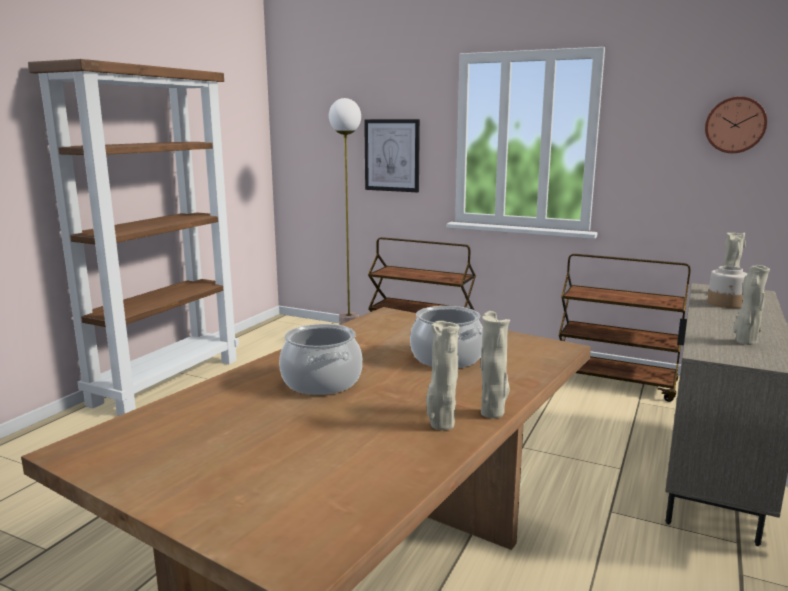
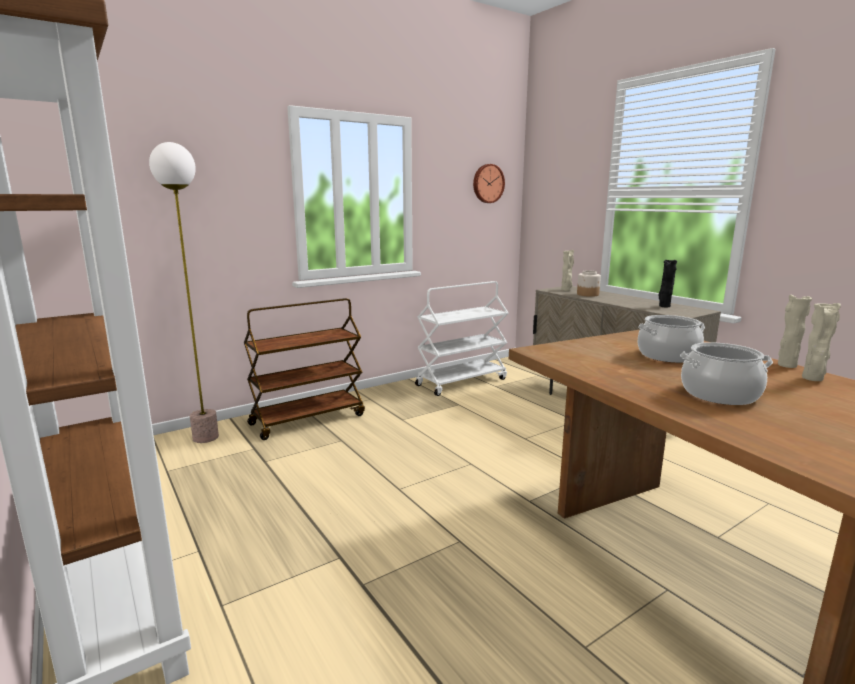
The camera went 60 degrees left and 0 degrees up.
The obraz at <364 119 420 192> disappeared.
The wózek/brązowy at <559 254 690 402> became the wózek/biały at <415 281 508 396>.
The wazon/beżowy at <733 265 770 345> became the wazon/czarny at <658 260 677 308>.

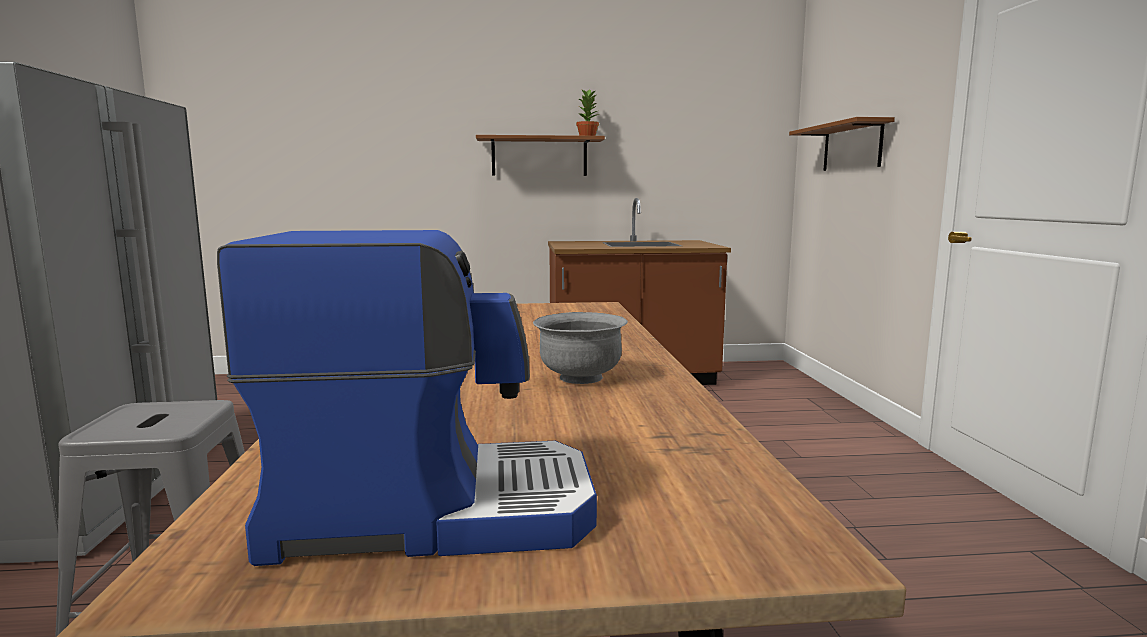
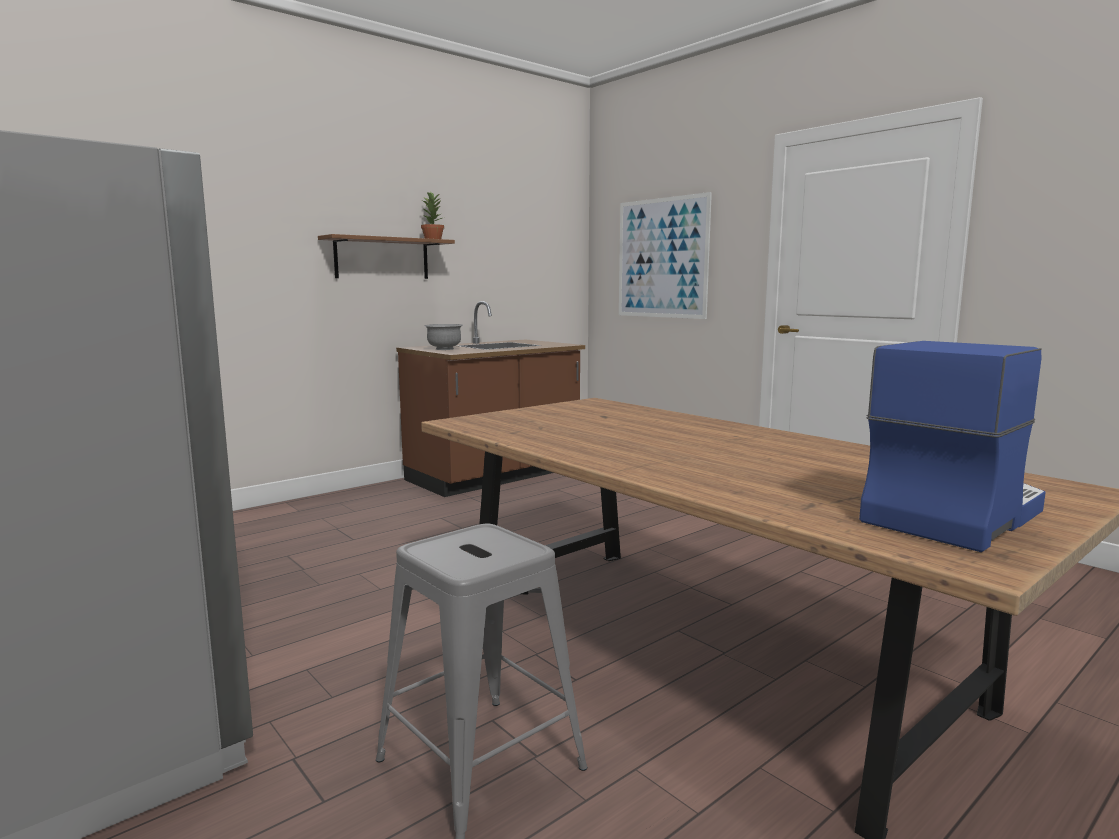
The camera went 35 degrees left and 0 degrees up.
The miska/szary moved from <533 312 628 384> to <425 324 463 350>.
The półka/brązowy at <789 117 895 171> was replaced by the obraz at <619 192 712 319>.

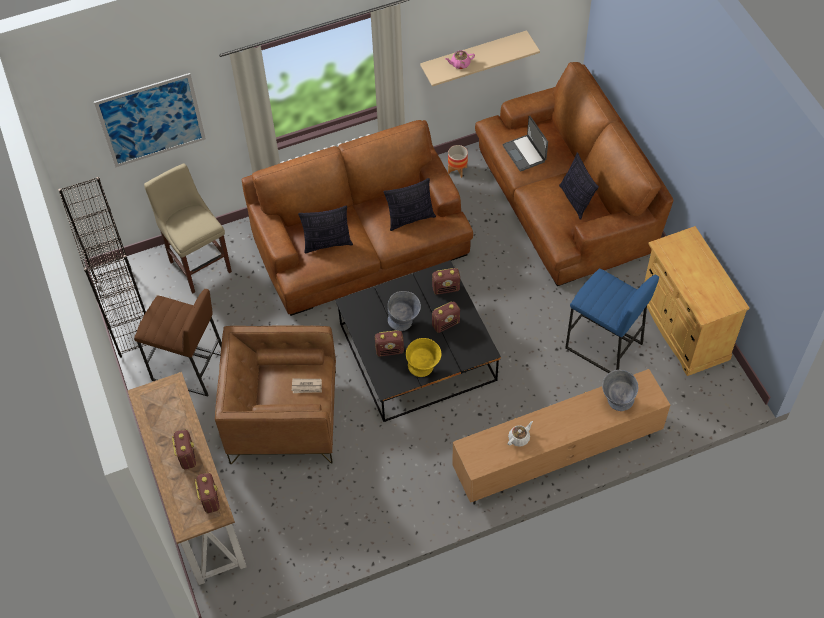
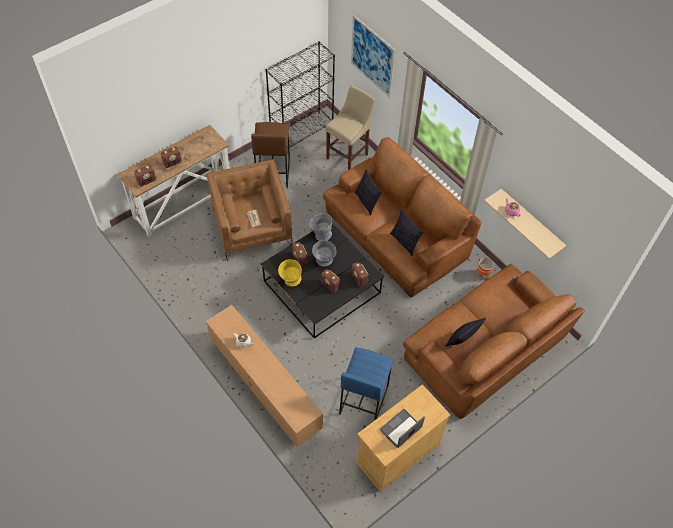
The camera went 70 degrees right and 0 degrees up.
The laptop moved from <502 116 548 172> to <380 409 425 448>.
The miska/szary moved from <602 370 638 411> to <309 214 332 241>.

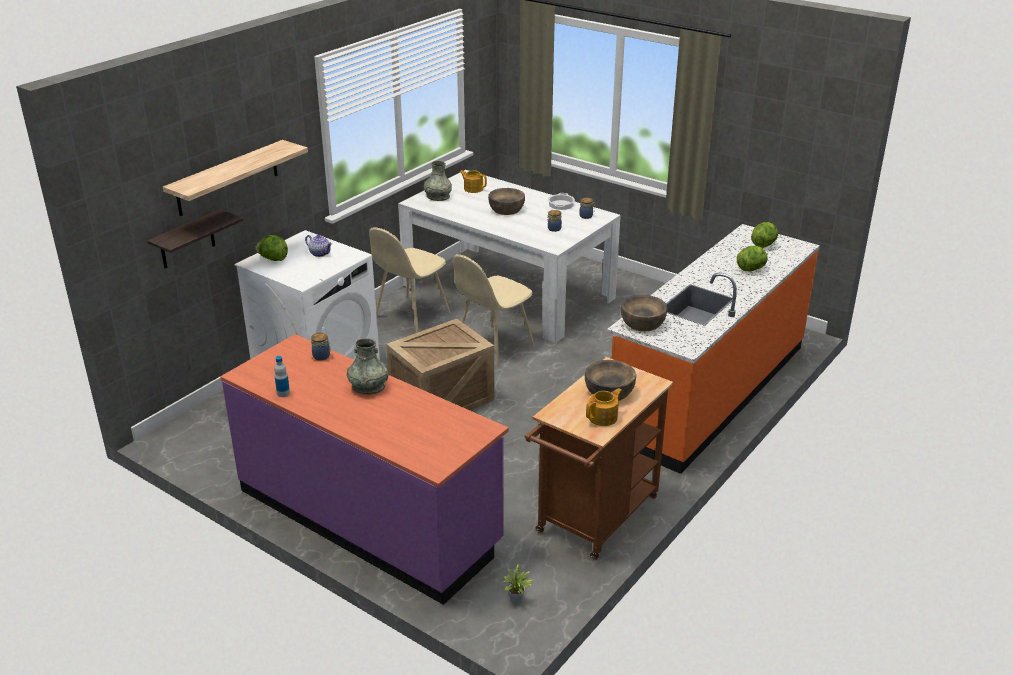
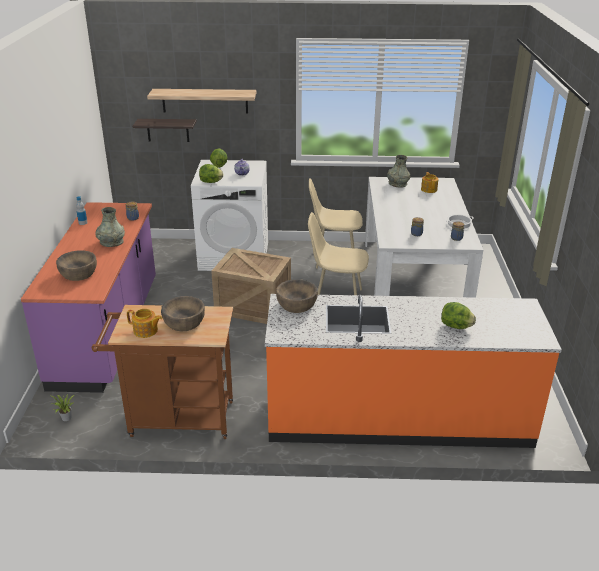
The camera went 55 degrees right and 0 degrees up.
The miska/brązowy moved from <488 188 525 215> to <56 250 97 281>.
The sałata moved from <751 222 778 248> to <199 164 224 183>.

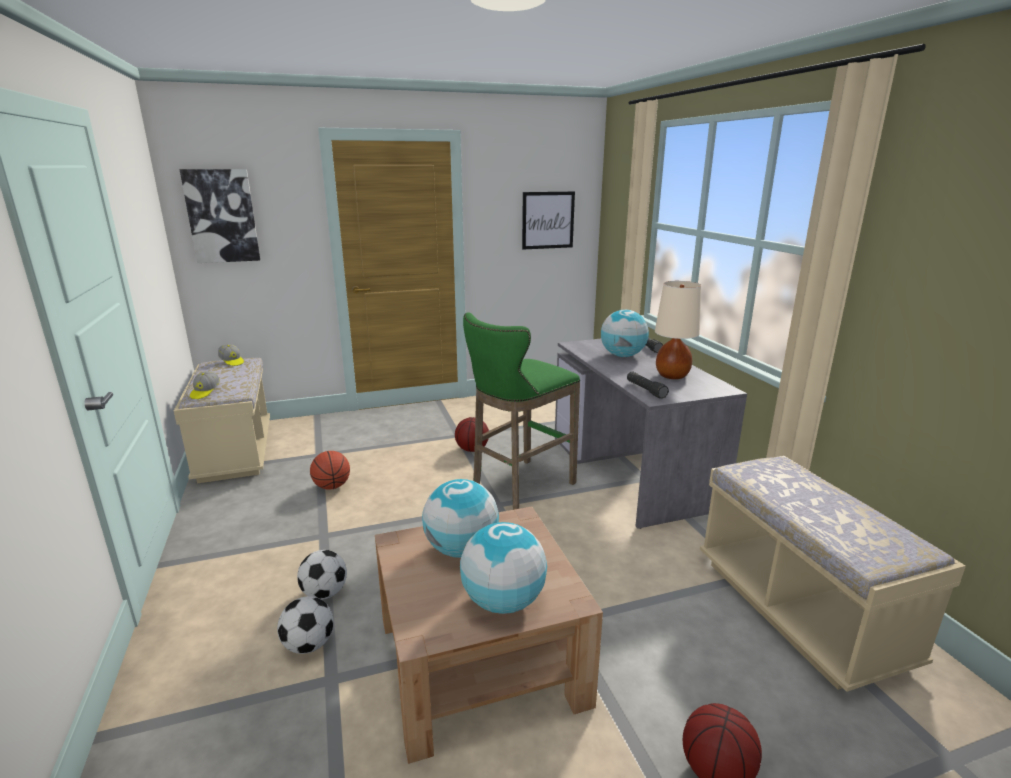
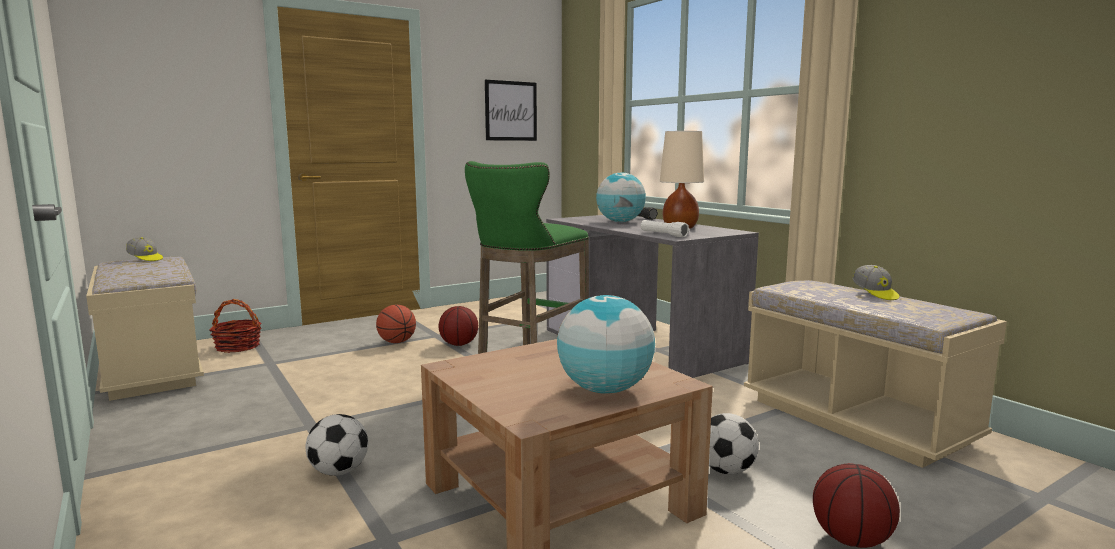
The camera went 15 degrees left and 10 degrees down.
The obraz at <179 169 260 263> disappeared.
The czapka z daszkiem moved from <190 371 220 399> to <853 265 900 300>.
The piłka futbolowa moved from <277 596 334 654> to <709 413 759 474>.
The piłka do koszykówki moved from <310 451 350 490> to <376 305 416 343>.
The globus at <422 479 499 558> disappeared.
The latarka/czarny at <627 372 669 398> became the latarka/biały at <640 220 689 237>.
The koszyk at <210 299 261 353> appeared.

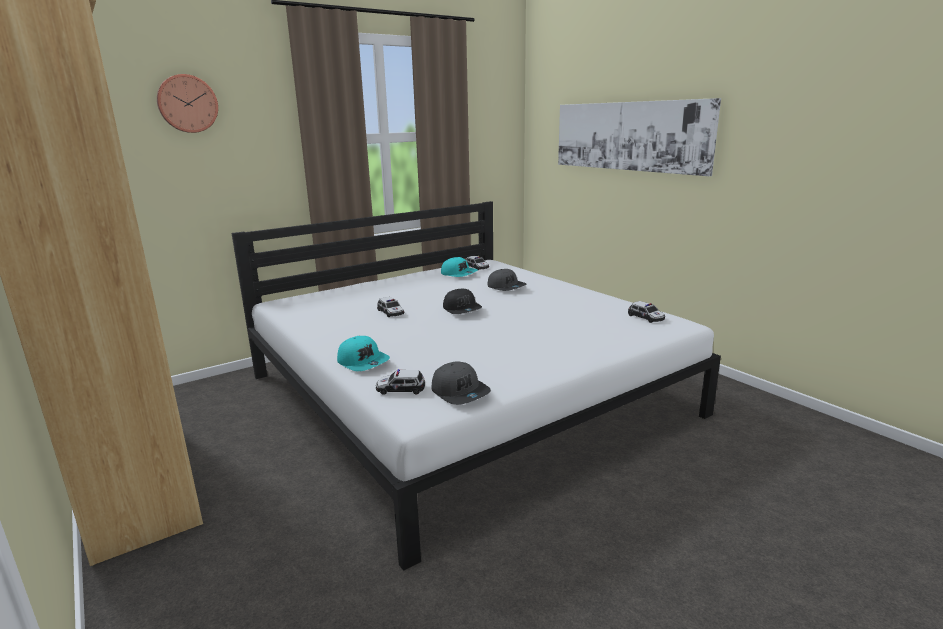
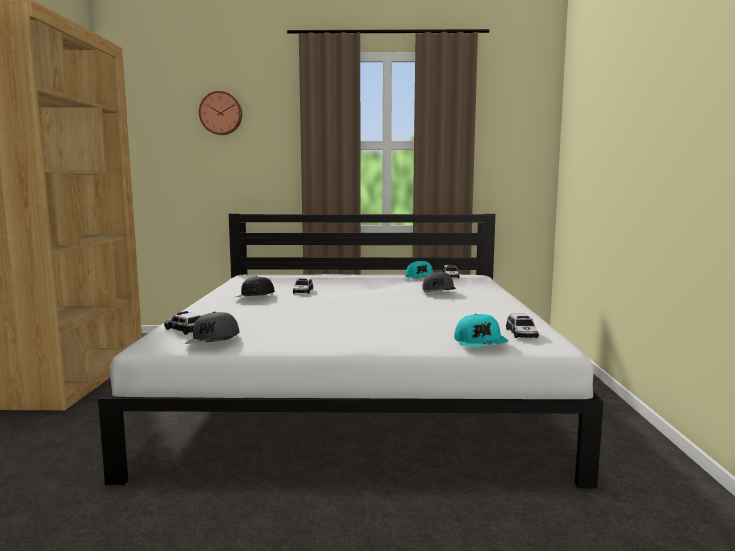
The camera went 35 degrees right and 10 degrees down.
The czapka z daszkiem/turkusowy moved from <337 336 390 371> to <454 313 508 347>.
The czapka z daszkiem/czarny moved from <443 289 482 314> to <236 276 275 297>.
The obraz at <558 98 721 176> disappeared.

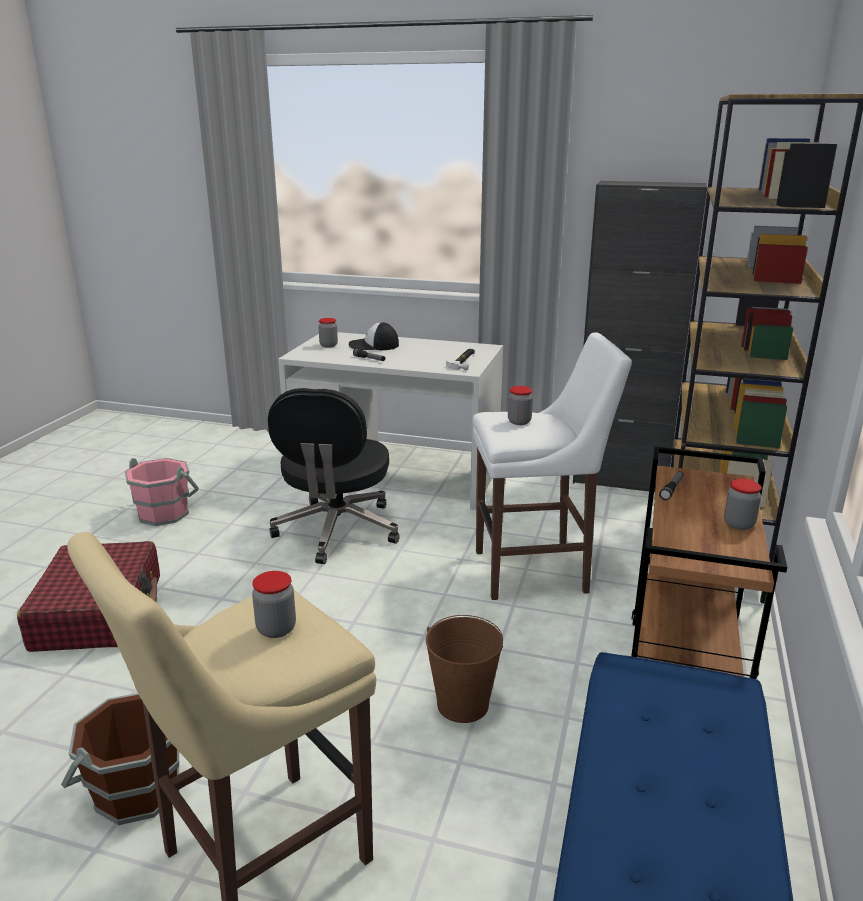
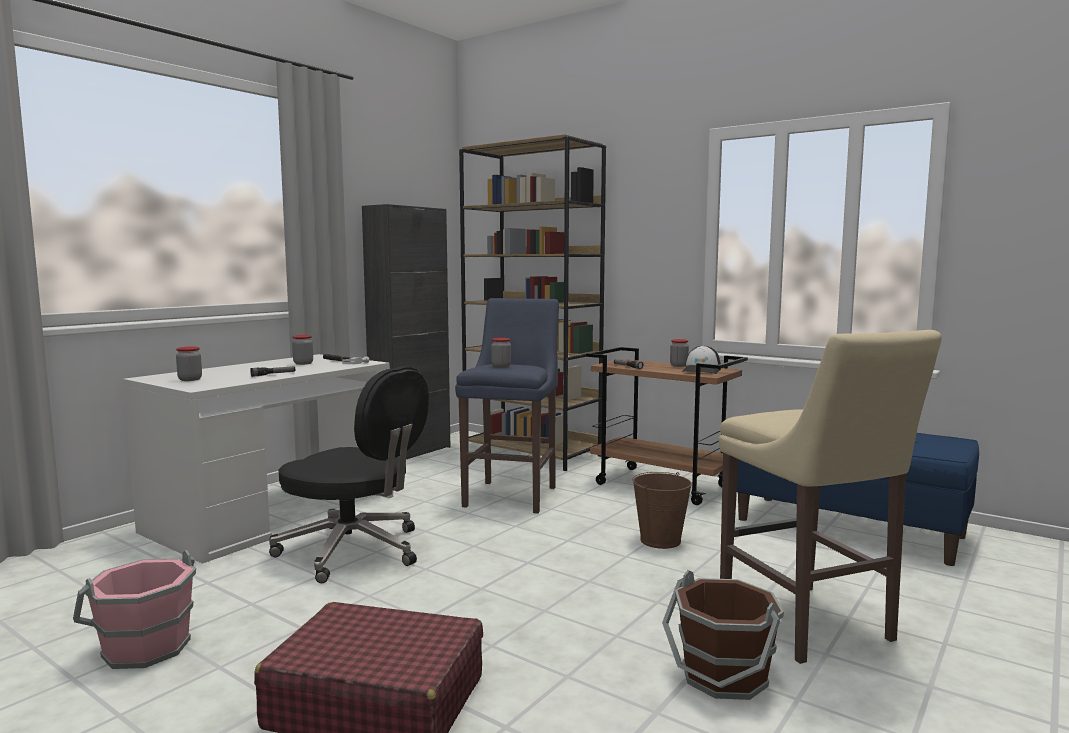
The camera went 70 degrees left and 15 degrees down.
The słoik moved from <252 571 296 638> to <292 335 313 365>.
The czapka z daszkiem moved from <349 322 399 350> to <682 345 721 374>.
The stołek/biały at <473 332 632 600> became the stołek/niebieski at <455 298 559 513>.

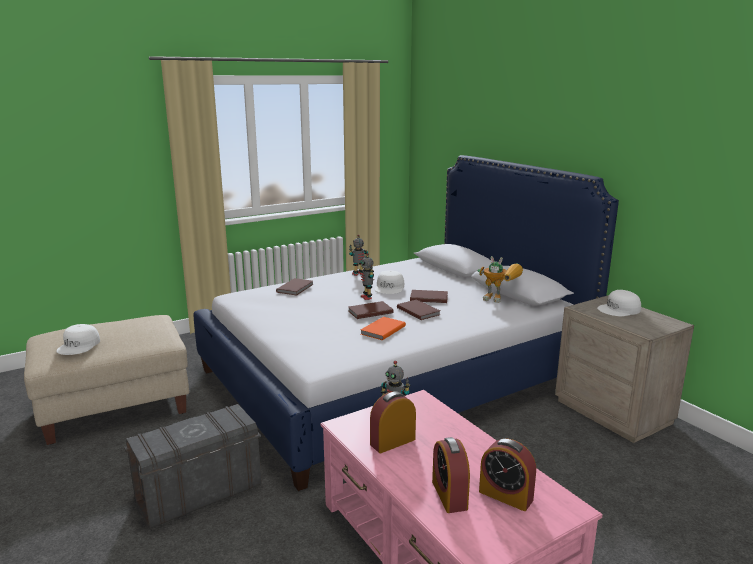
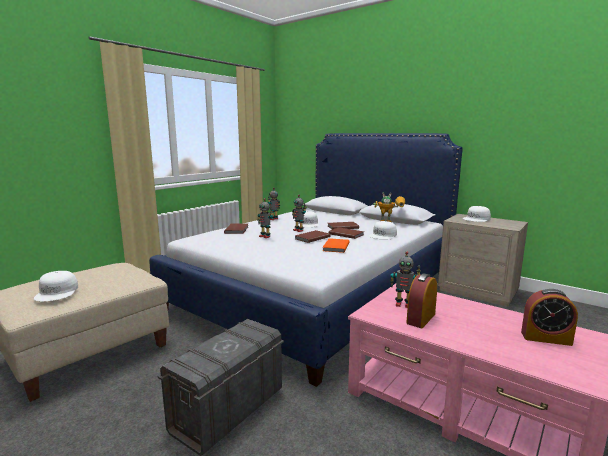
The camera went 20 degrees left and 5 degrees down.
The budzik at <432 437 470 513> disappeared.
The robot zabawkowy at <257 198 273 238> appeared.
The czapka z daszkiem/biały at <369 221 397 240> appeared.

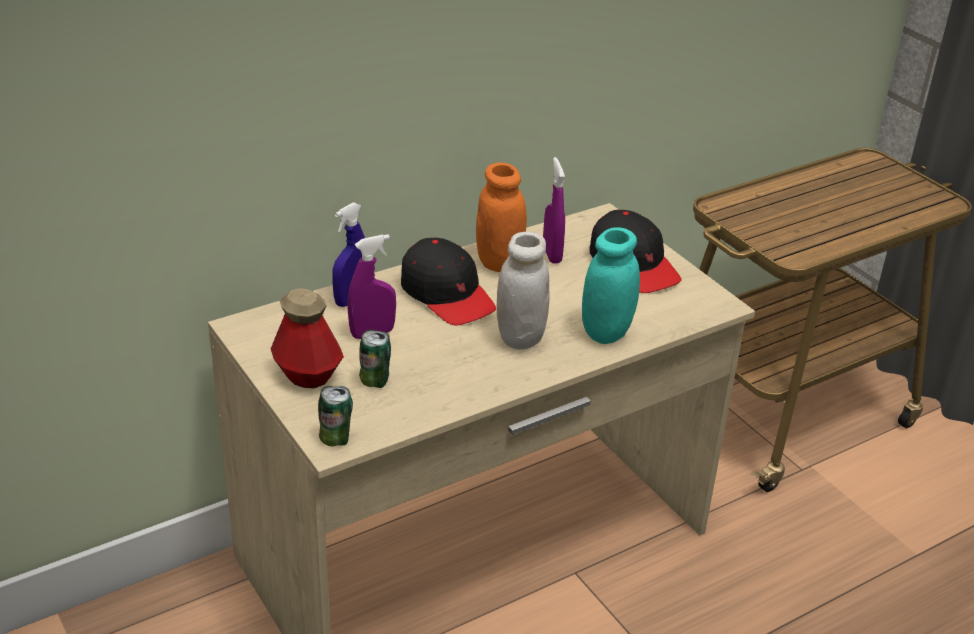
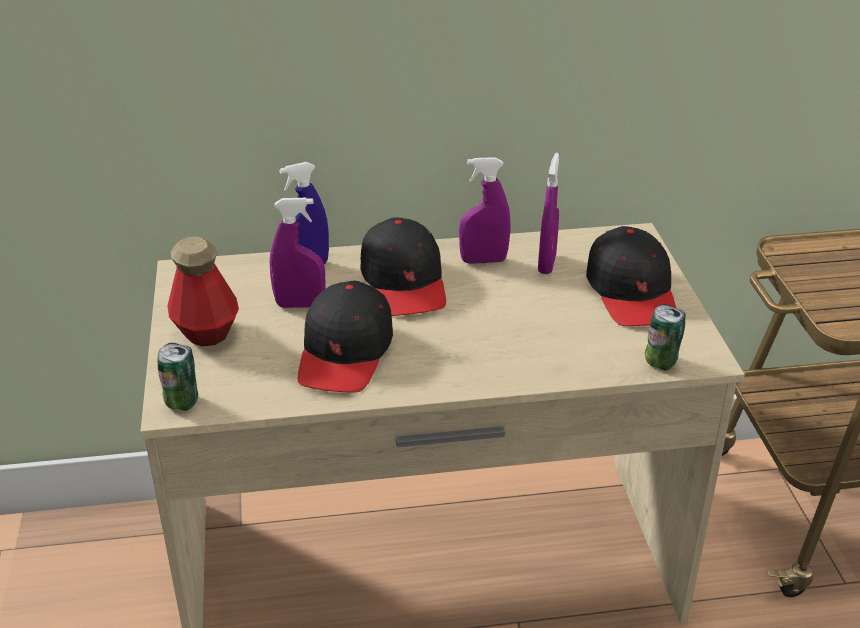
The camera went 25 degrees right and 0 degrees up.
The puszka moved from <359 330 391 388> to <645 304 686 371>.
The słoik/pomarańczowy at <476 163 527 272> was replaced by the spryskiwacz/fioletowy at <459 157 511 264>.
The słoik/biały at <497 232 550 350> disappeared.
The słoik/turkusowy at <582 227 640 344> disappeared.
The czapka z daszkiem/czarny at <298 281 393 393> appeared.

